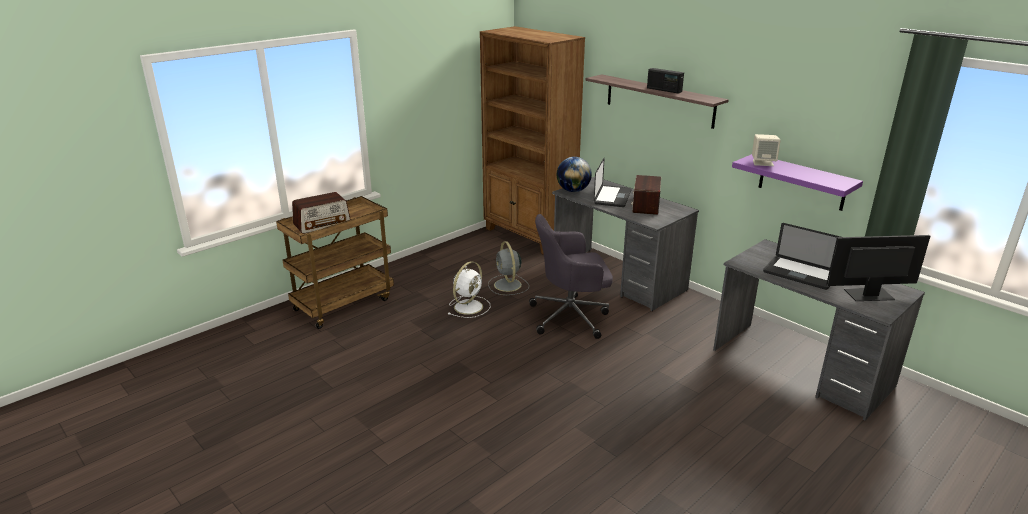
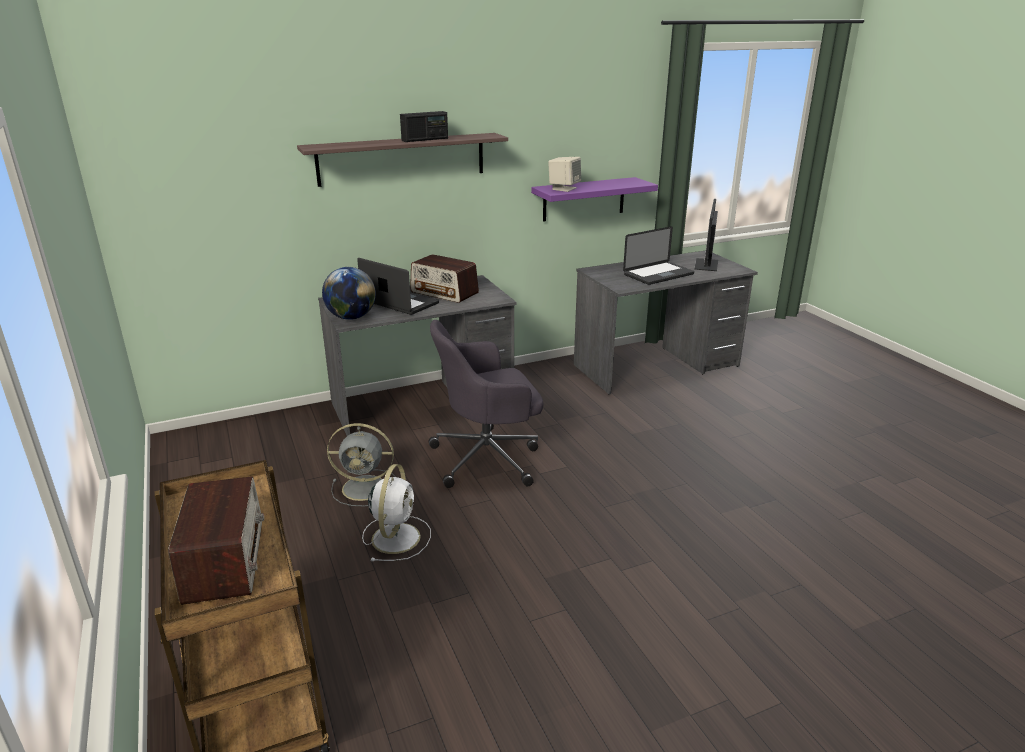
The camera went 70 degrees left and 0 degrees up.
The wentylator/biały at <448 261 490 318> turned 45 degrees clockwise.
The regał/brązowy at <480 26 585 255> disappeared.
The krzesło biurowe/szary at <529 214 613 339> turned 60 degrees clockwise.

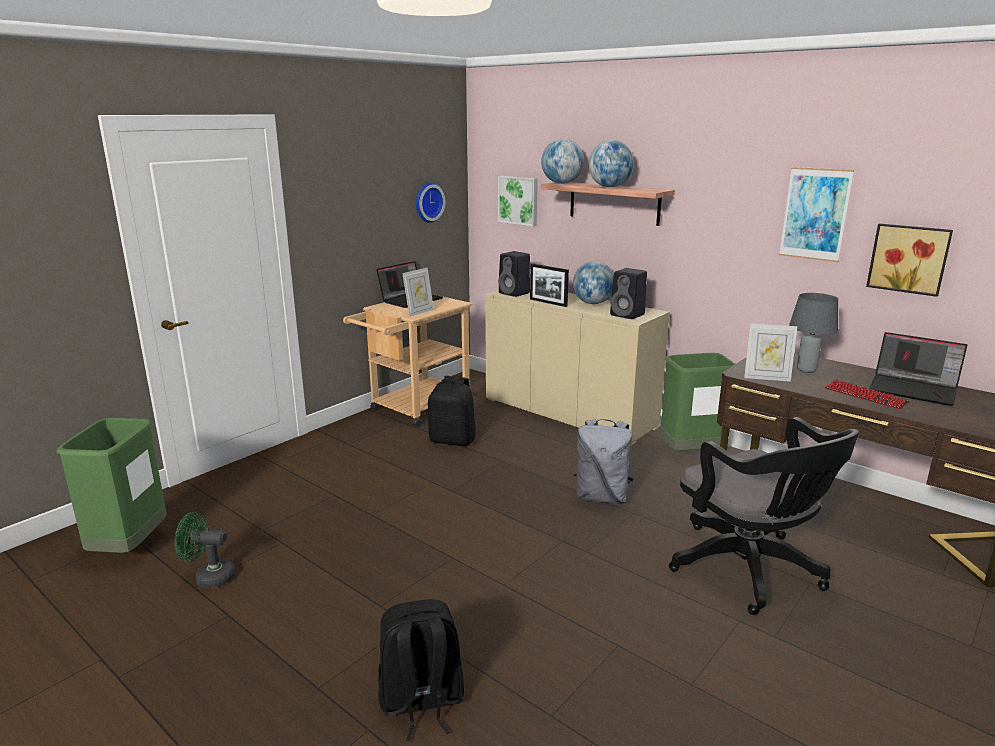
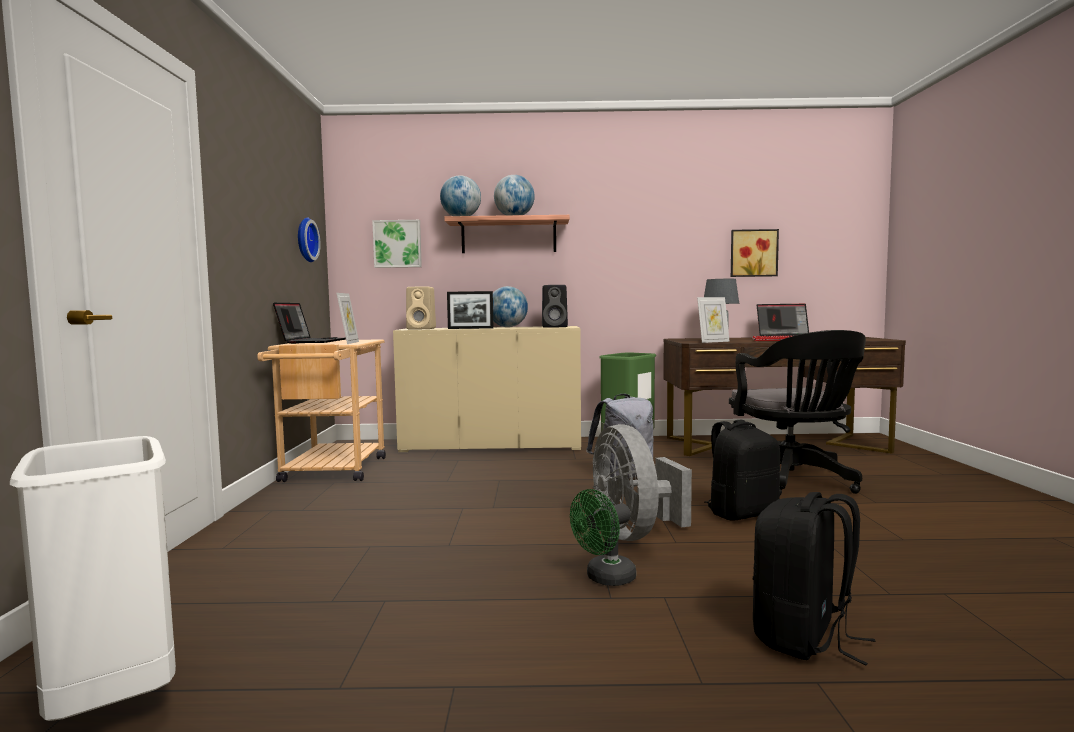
The camera went 40 degrees left and 15 degrees down.
The kosz na śmieci/zielony at <57 417 167 553> became the kosz na śmieci/biały at <10 436 176 721>.
The wentylator/zielony moved from <175 512 235 588> to <570 489 636 586>.
The plecak/czarny moved from <428 376 476 446> to <705 420 780 521>.
The głośnik/czarny at <498 251 530 297> became the głośnik/beżowy at <406 286 436 330>.
The krzesło biurowe/czarny at <669 417 859 615> turned 60 degrees clockwise.
The obraz at <779 167 854 262> disappeared.
The wentylator/szary at <593 424 692 541> appeared.

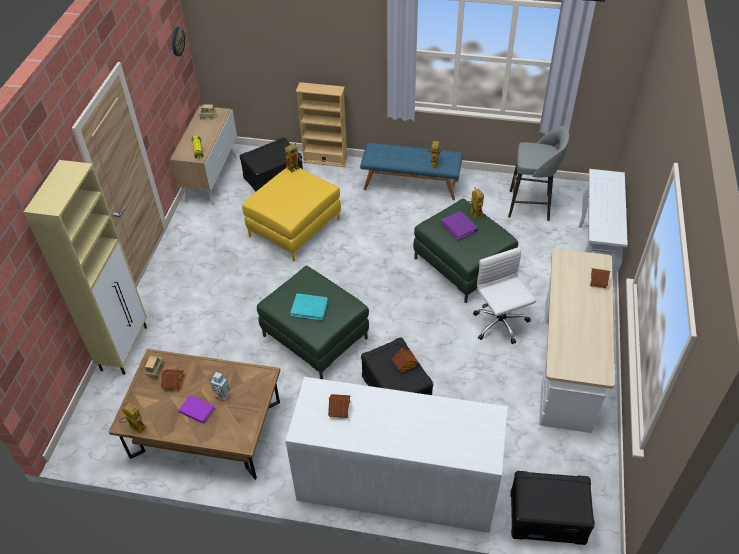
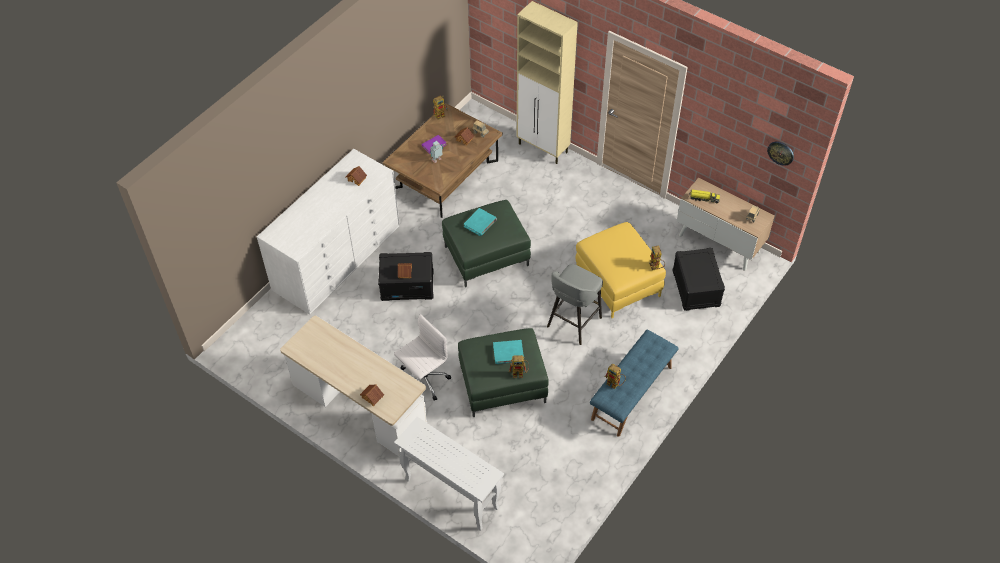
The camera went 115 degrees right and 5 degrees up.
The regał/beżowy at <296 82 348 167> disappeared.
The książka/fioletowy at <441 211 478 241> became the książka/turkusowy at <493 340 524 364>.
The krzesło biurowe/biały at <473 247 536 344> turned 45 degrees counterclockwise.
The stołek/szary moved from <508 126 569 221> to <547 264 603 345>.
The pojemnik do przechowywania/czarny at <511 471 595 545> disappeared.

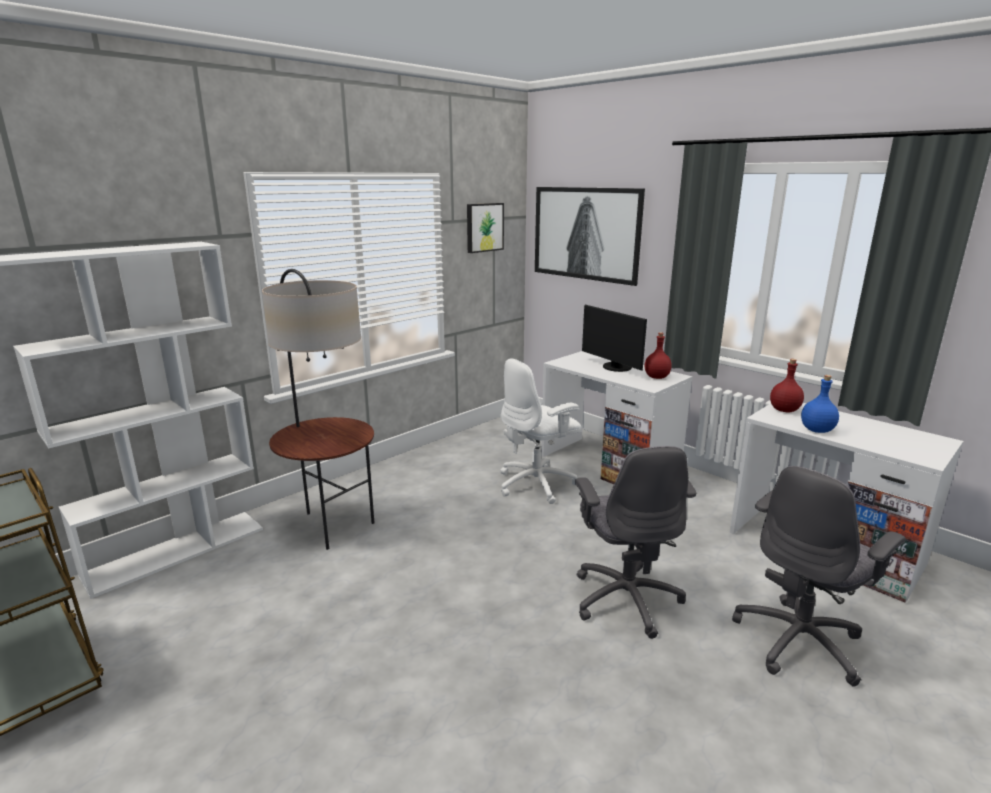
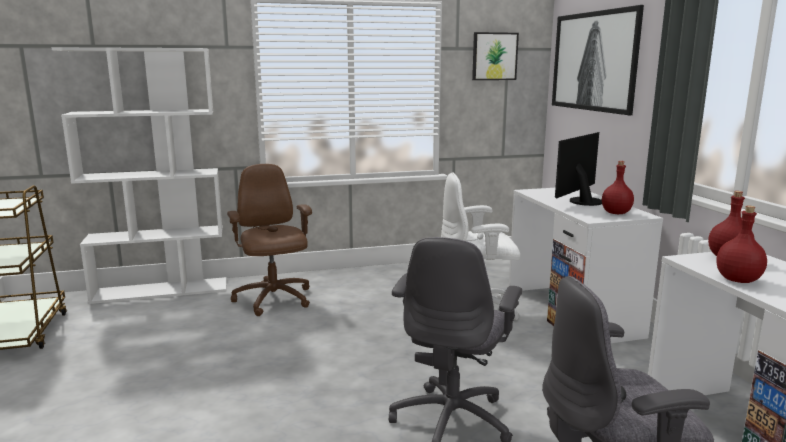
The camera went 30 degrees right and 5 degrees down.
The lampa stojąca at <262 269 374 550> was replaced by the krzesło biurowe/brązowy at <227 164 312 316>.
The monitor at <582 305 647 372> turned 45 degrees clockwise.
The butelka/niebieski at <801 375 839 433> became the butelka/czerwony at <716 205 767 283>.

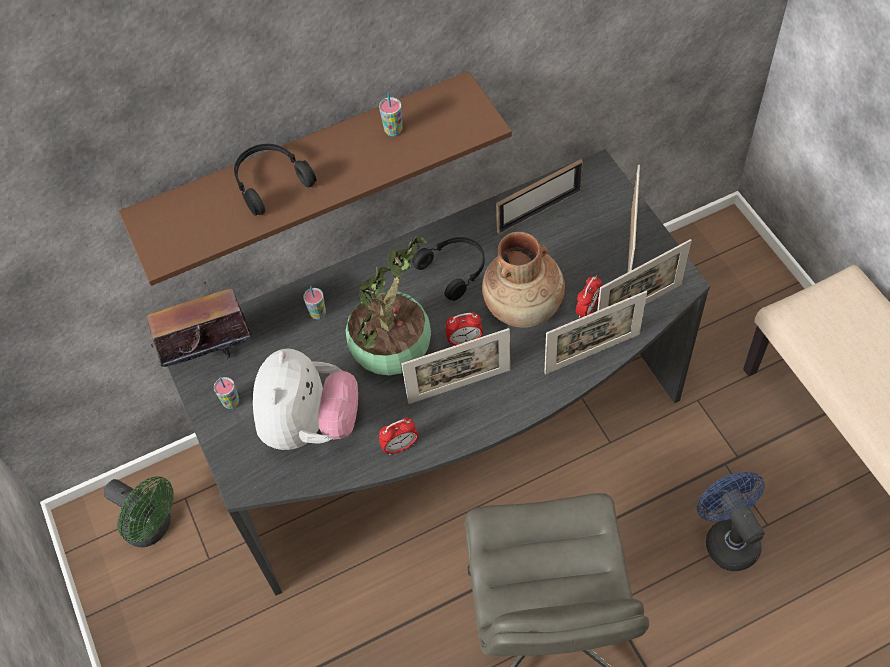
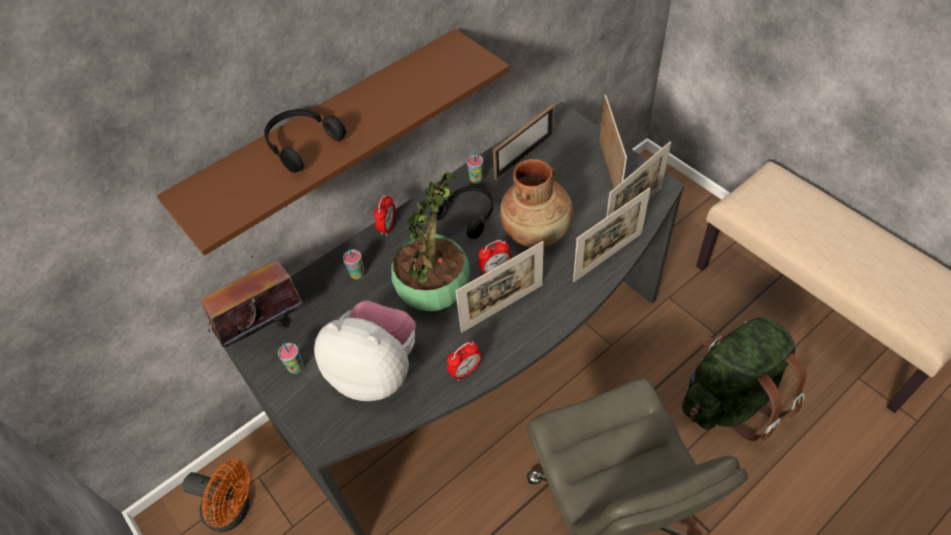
The camera went 15 degrees left and 5 degrees down.
The wentylator/zielony at <104 476 174 547> became the wentylator/pomarańczowy at <183 460 250 532>.
The pluszak at <253 348 358 450> turned 60 degrees counterclockwise.
The filiżanka moved from <379 92 402 136> to <467 150 484 184>.
The budzik moved from <576 275 602 318> to <374 194 395 236>.
The wentylator/niebieski at <697 472 765 571> was replaced by the plecak/zielony at <682 317 807 443>.

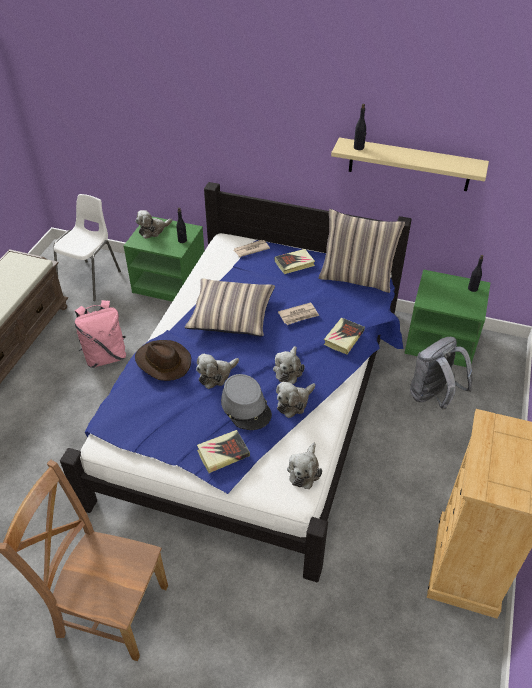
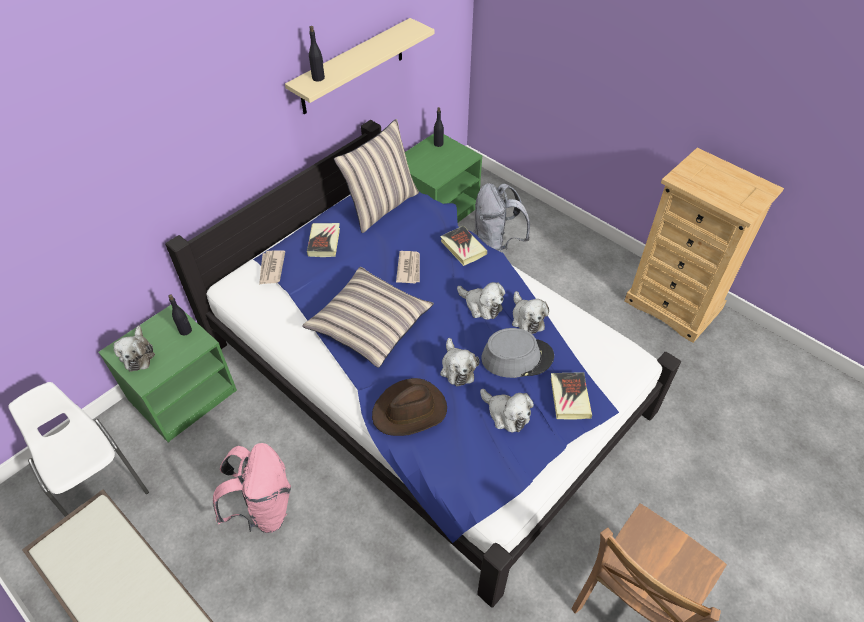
The camera went 65 degrees left and 5 degrees up.
The pluszak moved from <287 443 322 489> to <480 389 534 433>.

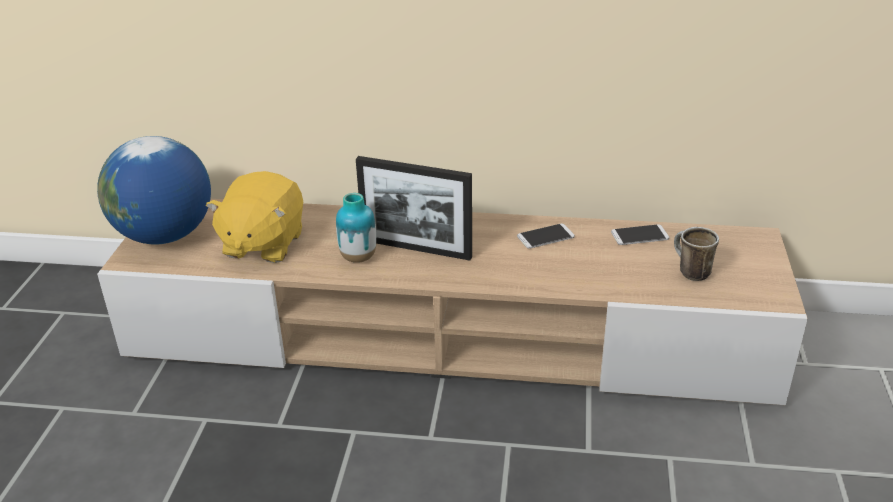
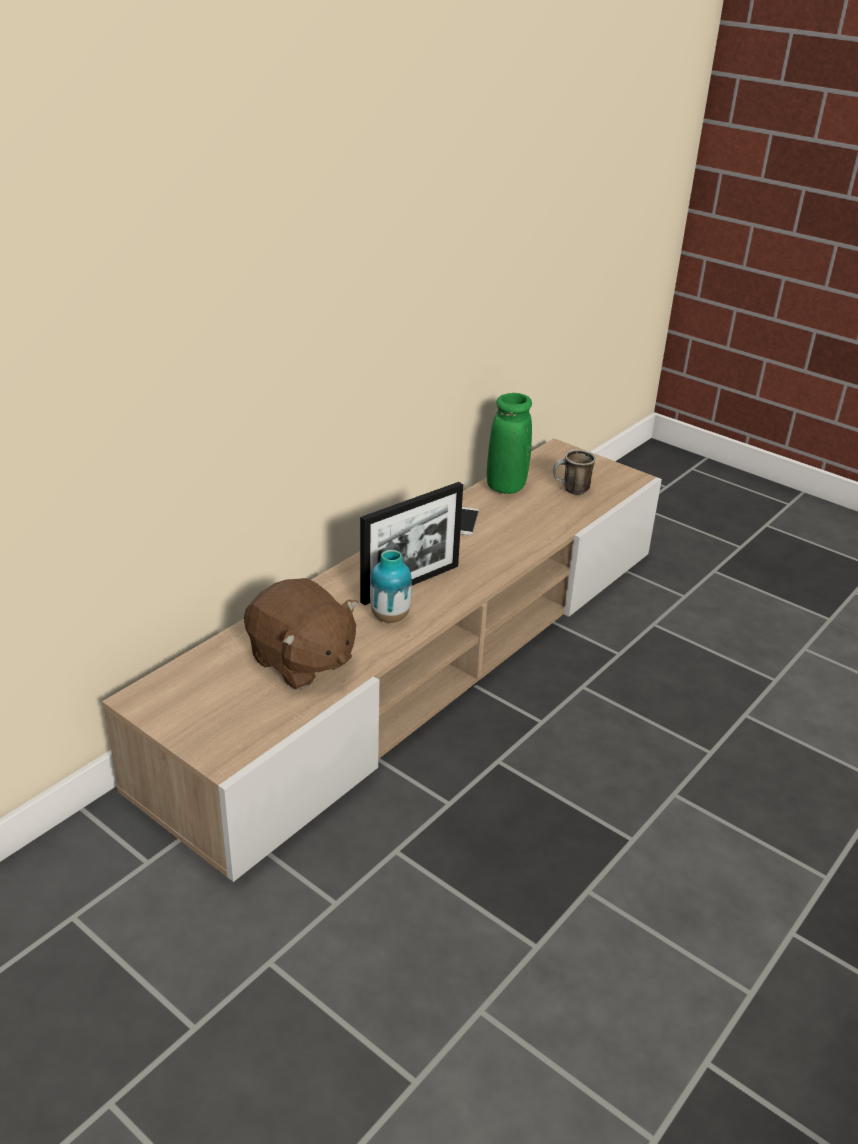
The camera went 60 degrees left and 0 degrees up.
The globus at <97 136 211 245> disappeared.
The pluszak/żółty at <206 171 303 263> became the pluszak/brązowy at <244 578 358 690>.
The telefon at <611 224 669 245> was replaced by the wazon/zielony at <487 393 532 494>.

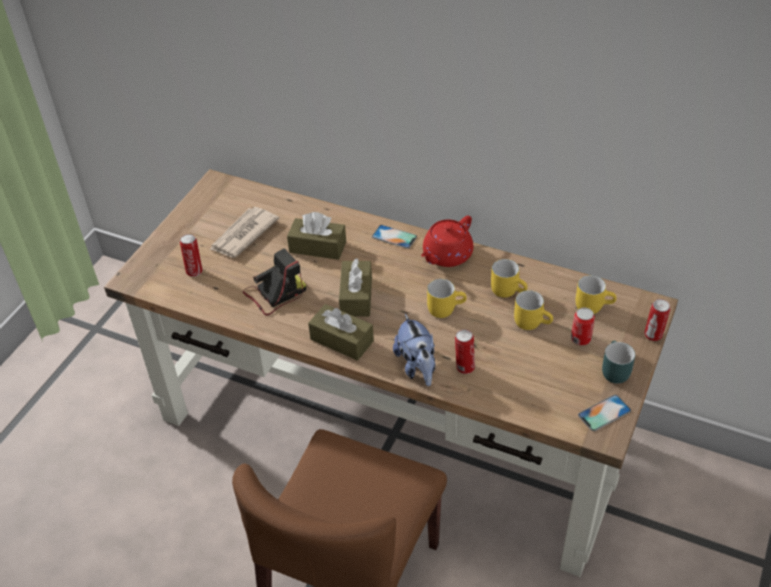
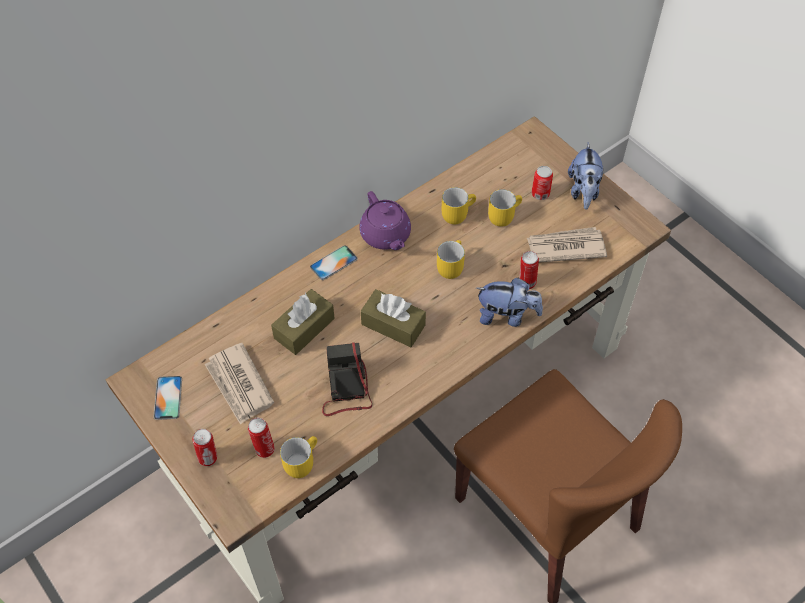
The camera went 65 degrees left and 10 degrees up.
The pudełko chusteczek/brązowy at <308 304 374 361> disappeared.
The imbryk/czerwony at <421 216 474 267> became the imbryk/fioletowy at <359 191 411 250>.
The kubek/żółty moved from <576 275 617 314> to <280 436 317 478>.
The telefon moved from <578 394 631 431> to <153 376 182 420>.
The kubek/turkusowy at <602 341 635 384> was replaced by the pluszak at <568 143 603 210>.
The puszka moved from <644 299 670 341> to <192 429 217 466>.
The gazeta at <527 227 607 262> appeared.

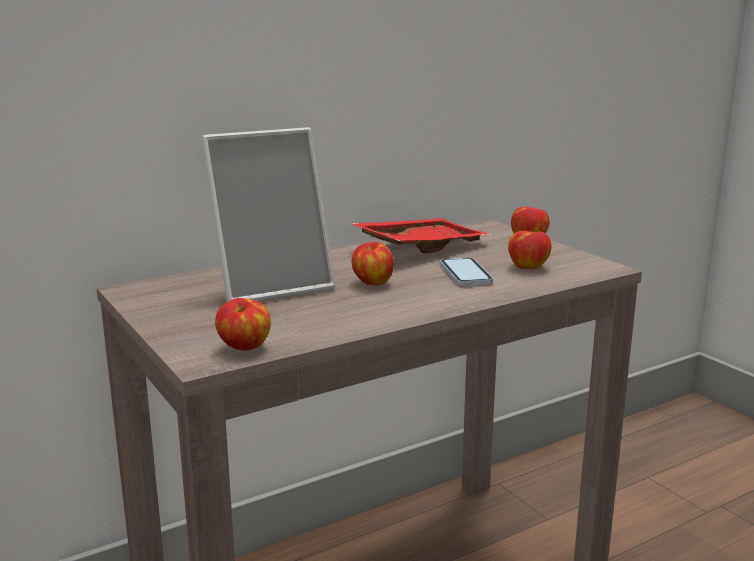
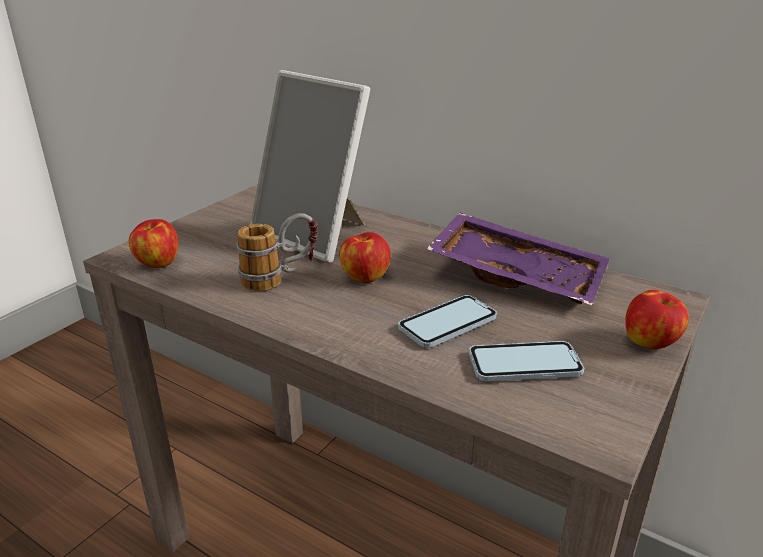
The camera went 65 degrees right and 10 degrees up.
The taca/czerwony at <350 218 491 253> became the taca/fioletowy at <427 213 610 305>.
The jabłko at <508 231 552 269> was replaced by the telefon at <469 341 584 381>.
The kubek at <236 213 318 291> appeared.

